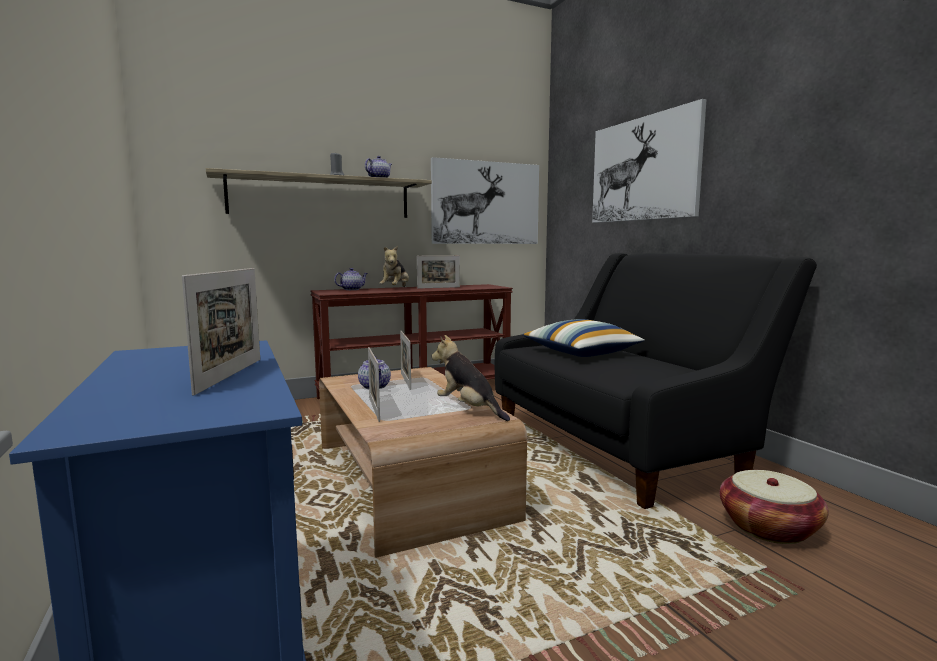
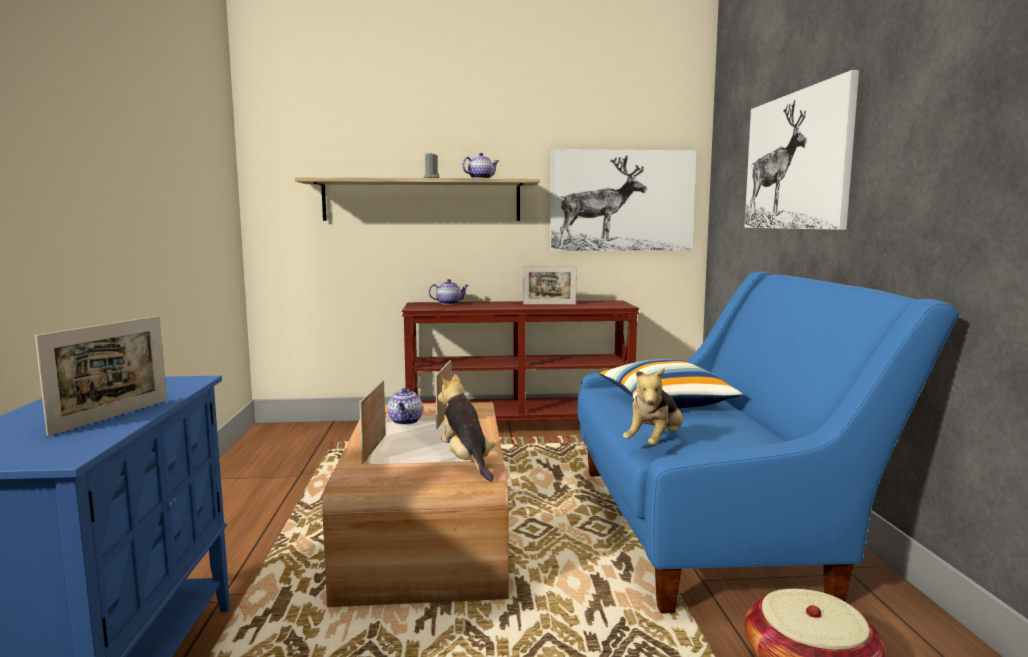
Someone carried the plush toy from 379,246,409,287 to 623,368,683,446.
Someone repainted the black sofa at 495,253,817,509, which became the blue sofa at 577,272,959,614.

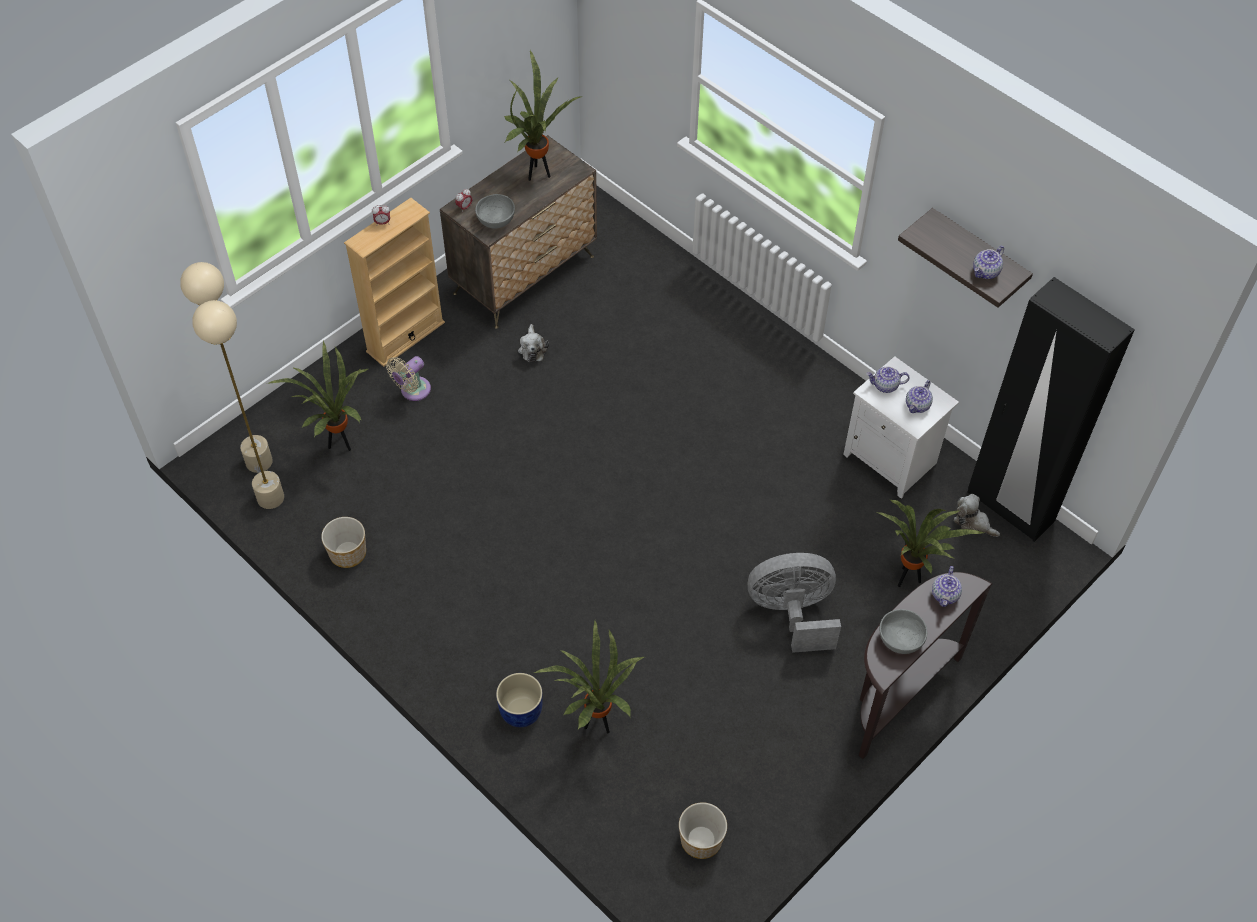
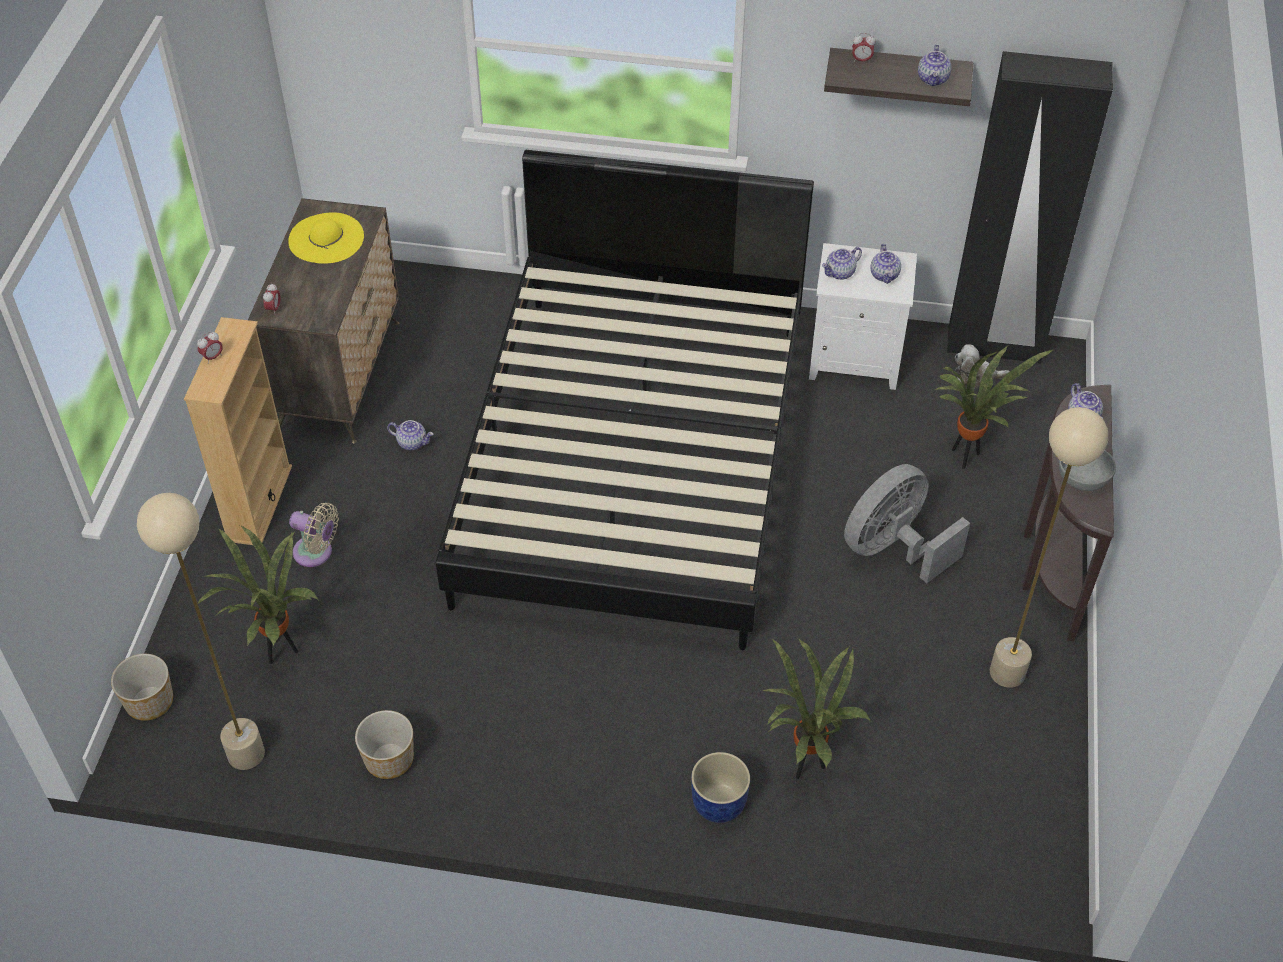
Someone swapped the potted plant at 504,50,581,181 for the yellow hat at 288,212,364,264.
Someone took away the grey bowl at 475,194,515,229.
Someone carried the beige floor lamp from 180,262,273,473 to 990,407,1108,688.
Someone swapped the plush toy at 518,324,549,362 for the teapot at 387,420,433,450.
Someone rotated the beige fan at 386,356,431,401 by 75 degrees counterclockwise.
Someone carried the planter from 679,802,727,859 to 111,654,173,721.
Someone put down the alarm clock at 852,33,875,63.
Someone put down the black bed at 436,150,814,650.

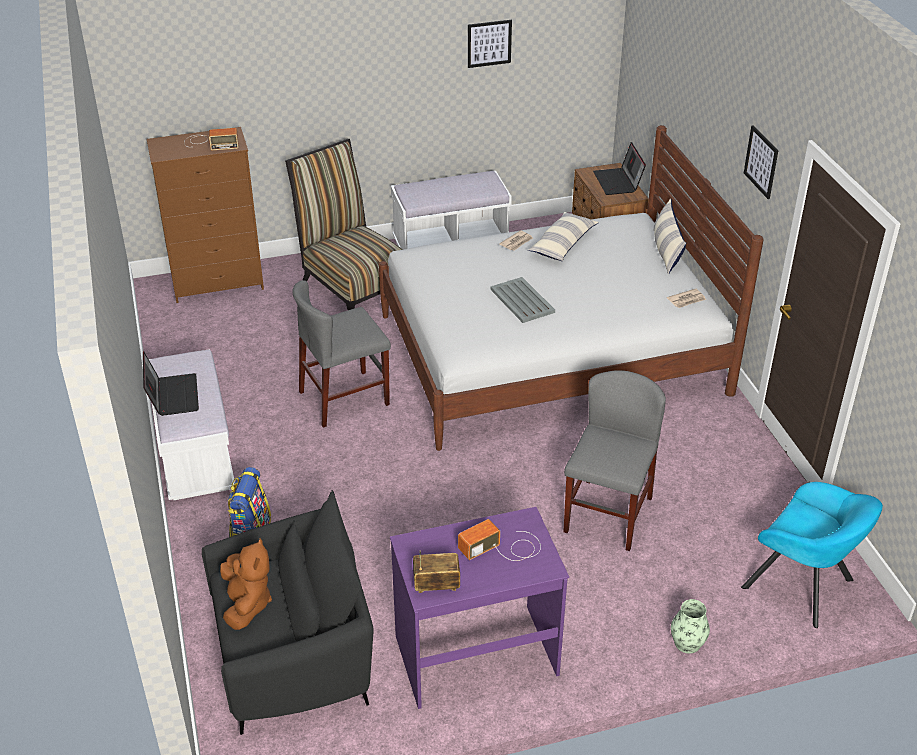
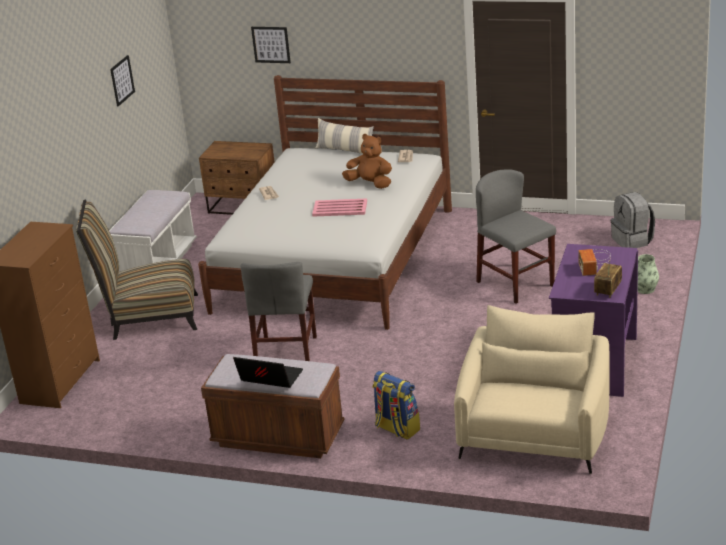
Someone carried the picture from 744,125,778,199 to 251,27,291,63.
Someone took away the radio at 184,128,239,150.
Someone took away the laptop at 593,142,646,195.
Someone took away the pillow at 528,212,599,261.
Someone repainted the grey tray at 490,277,555,323, which became the pink tray at 312,198,367,217.
Someone repainted the white bench at 149,349,235,500, which became the brown bench at 201,354,345,458.
Someone swapped the turquoise armchair at 741,482,883,628 for the grey backpack at 611,192,655,248.
Someone repainted the black armchair at 202,490,373,735, which became the beige armchair at 454,305,610,474.
Someone carried the brown plush toy from 220,538,272,630 to 342,134,392,189.

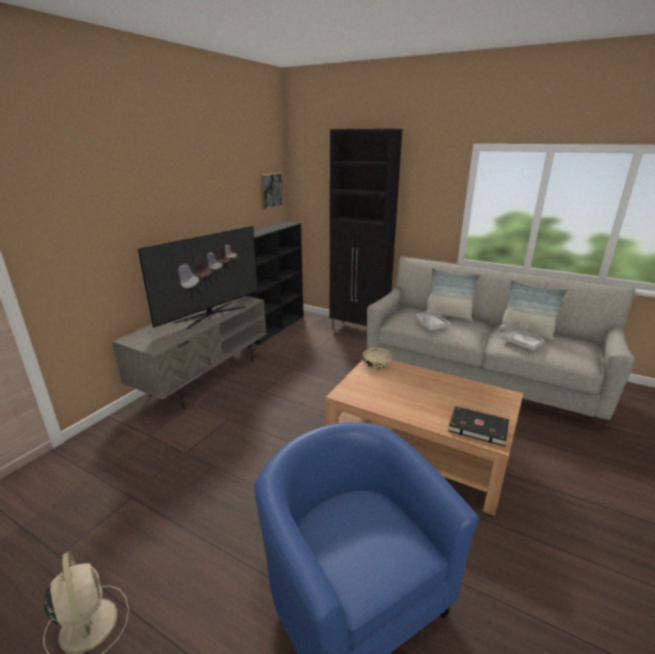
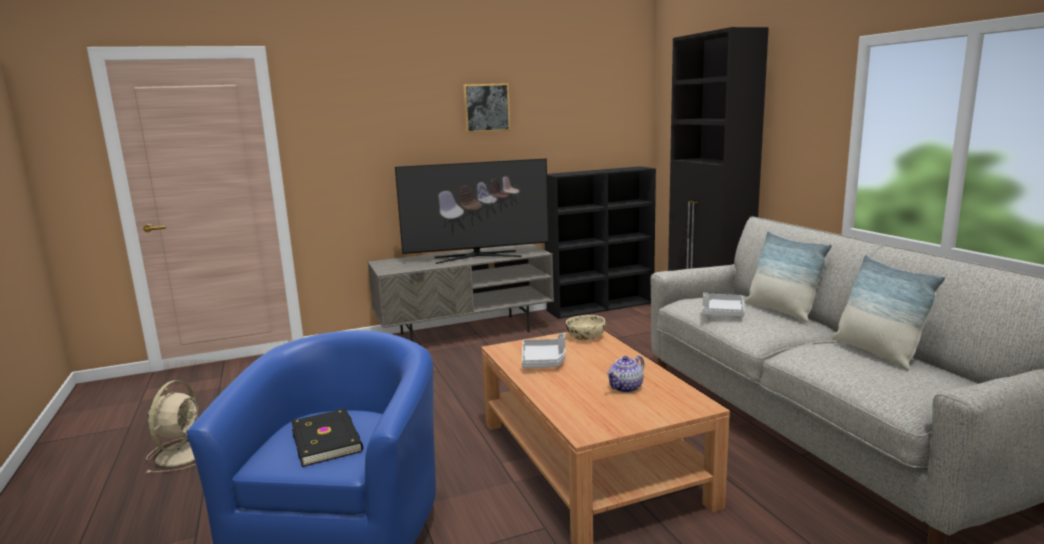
Someone carried the picture from 261,173,283,210 to 463,83,511,133.
Someone carried the grey tray from 500,323,544,350 to 522,333,566,368.
Someone carried the black book from 448,406,509,447 to 291,409,363,467.
Someone put down the teapot at 607,356,644,393.

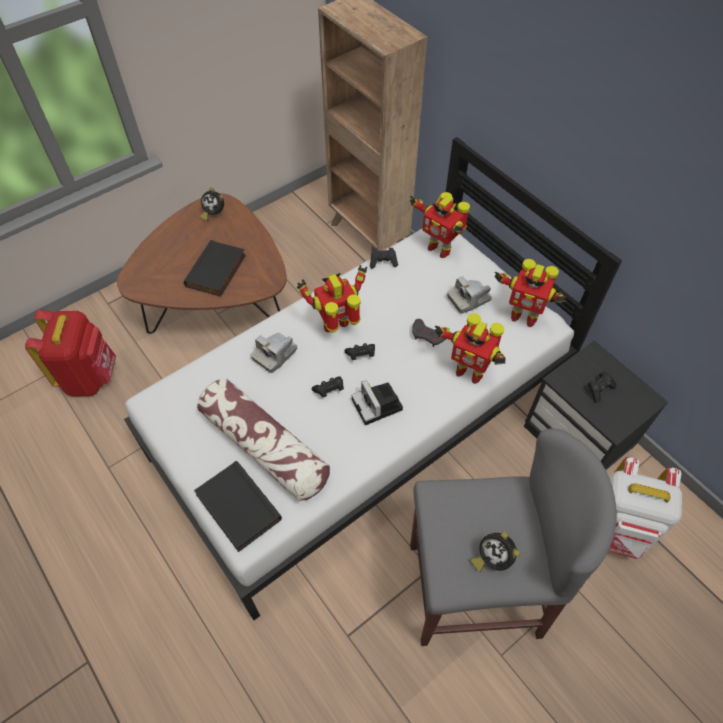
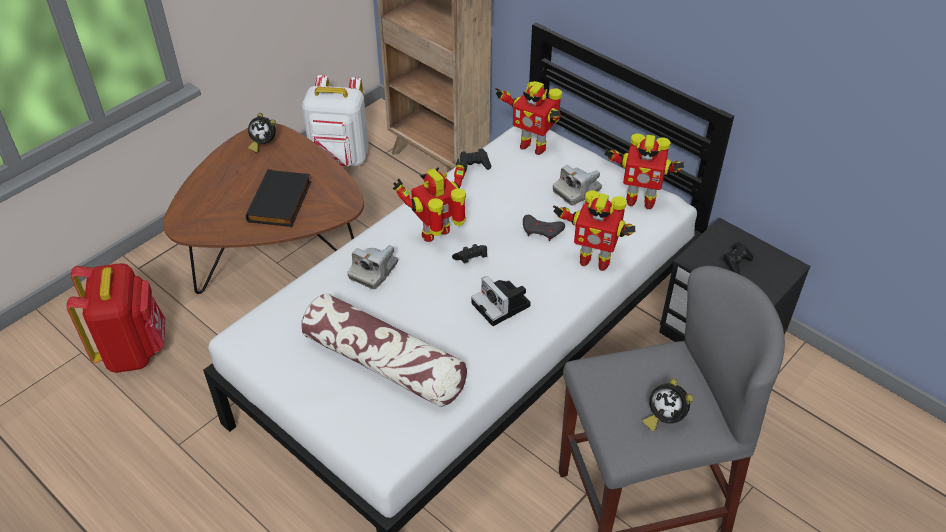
Someone took away the black game controller at 311,377,344,398.
Someone carried the white backpack from 608,457,682,559 to 302,75,369,167.
Someone took away the black book at 194,461,282,552.

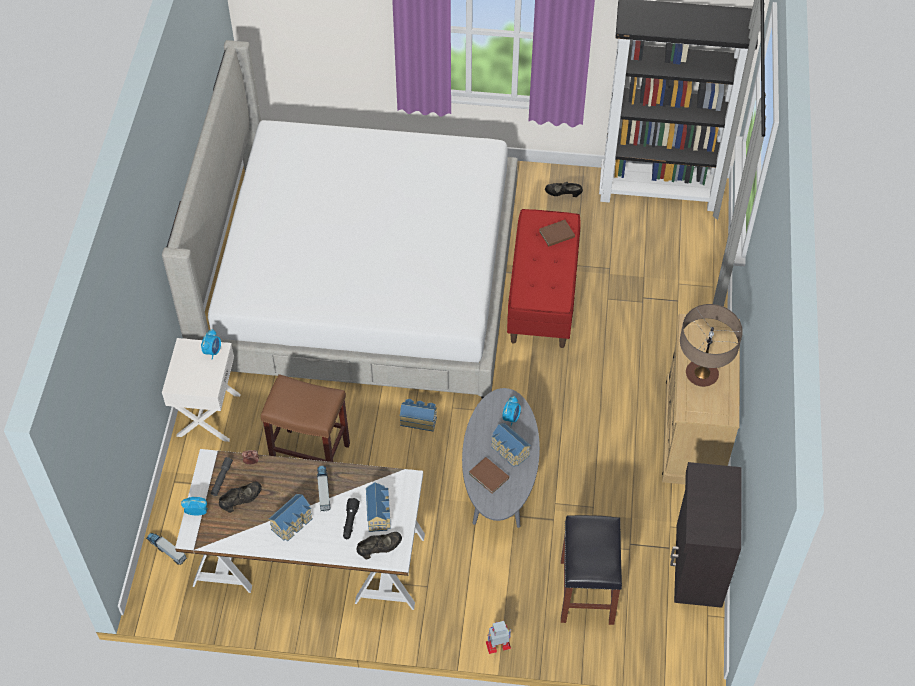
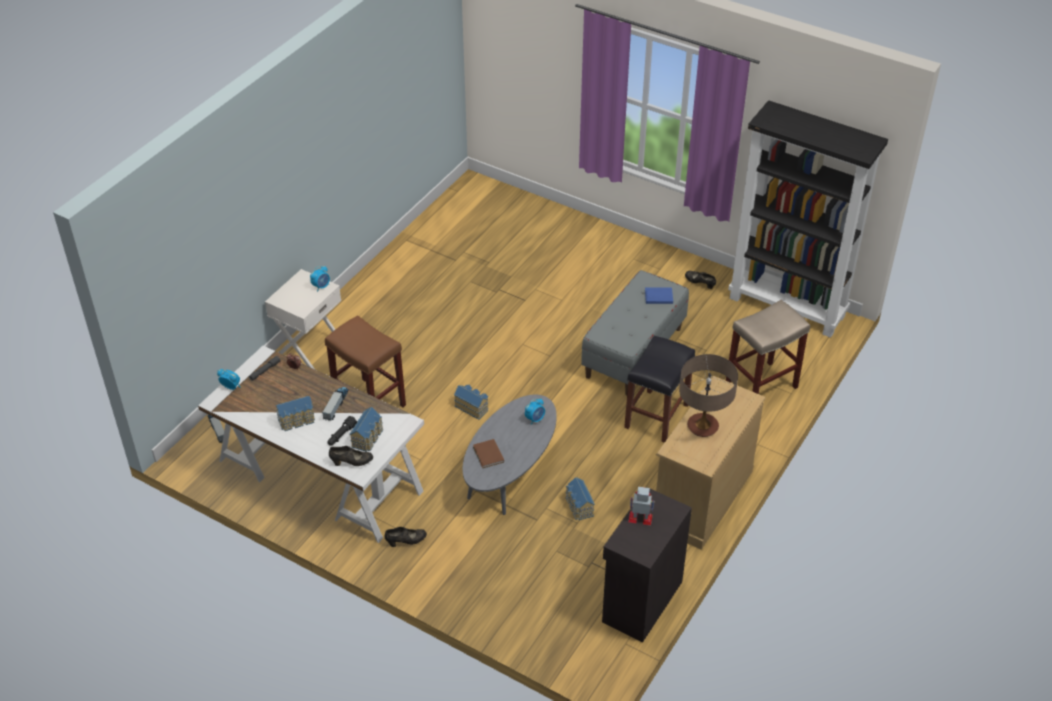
Someone took away the bed at 162,40,518,399.
Someone repainted the red bench at 507,209,581,348, which became the grey bench at 581,270,689,395.
Someone repainted the brown book at 539,220,575,246, which became the blue book at 645,287,673,304.
Someone carried the toy house from 491,423,531,467 to 566,477,595,520.
Someone carried the black shoe from 219,481,262,513 to 384,527,427,547.
Someone carried the black stool from 561,515,622,625 to 624,336,695,443.
Someone carried the toy robot from 486,621,511,654 to 628,486,655,525.
Someone put down the beige stool at 726,300,810,394.

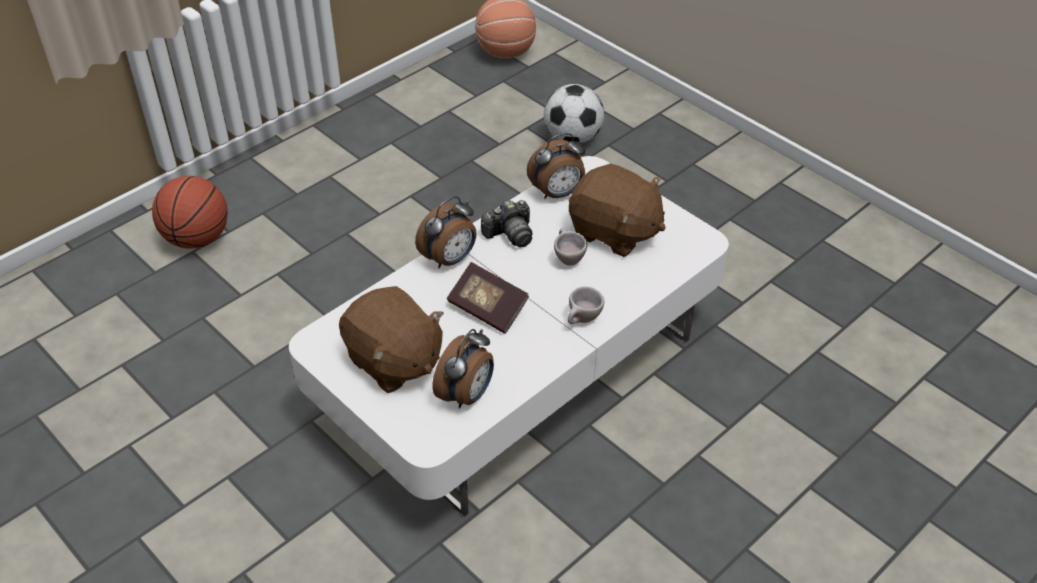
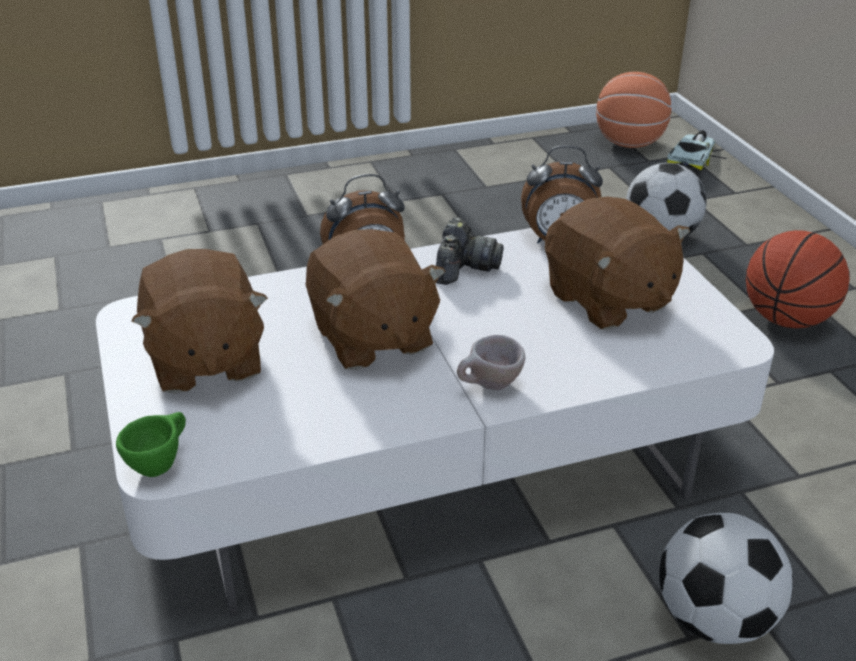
Someone carried the basketball from 152,176,228,249 to 746,230,850,328.
Someone rotated the photo camera at 481,200,533,248 by 75 degrees counterclockwise.
Someone took away the beige cup at 554,228,588,266.
Someone swapped the book at 447,262,529,334 for the brown plush toy at 305,229,445,370.
Someone took away the alarm clock at 432,329,494,409.
Someone put down the toy car at 667,130,726,170.
Someone put down the green cup at 116,412,186,477.
Someone put down the football at 659,513,793,644.

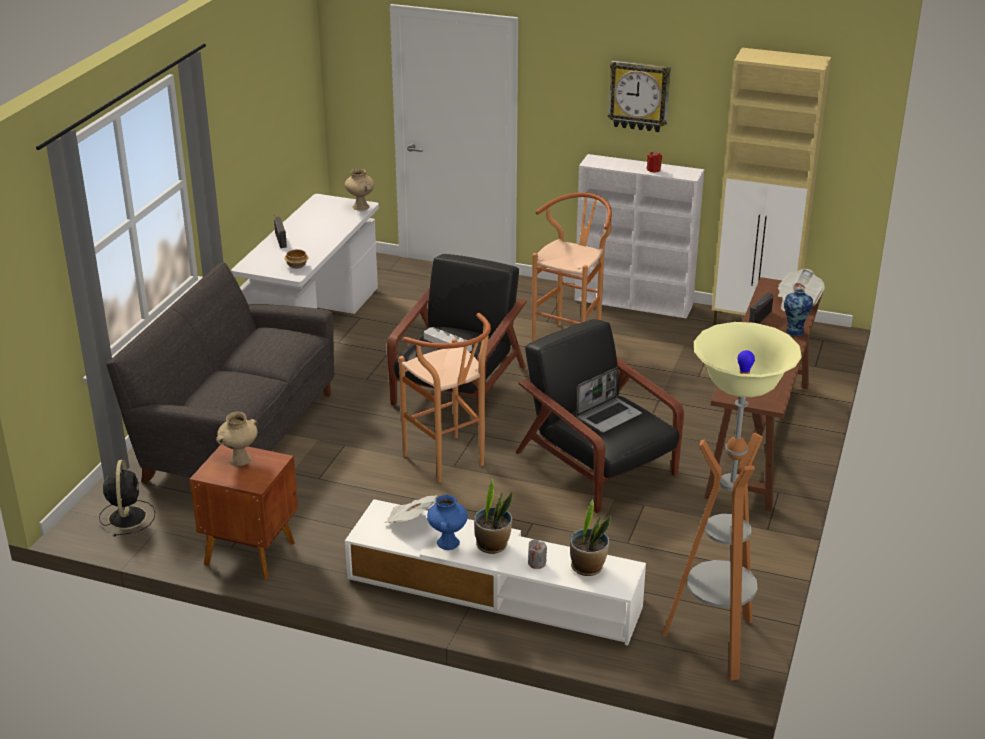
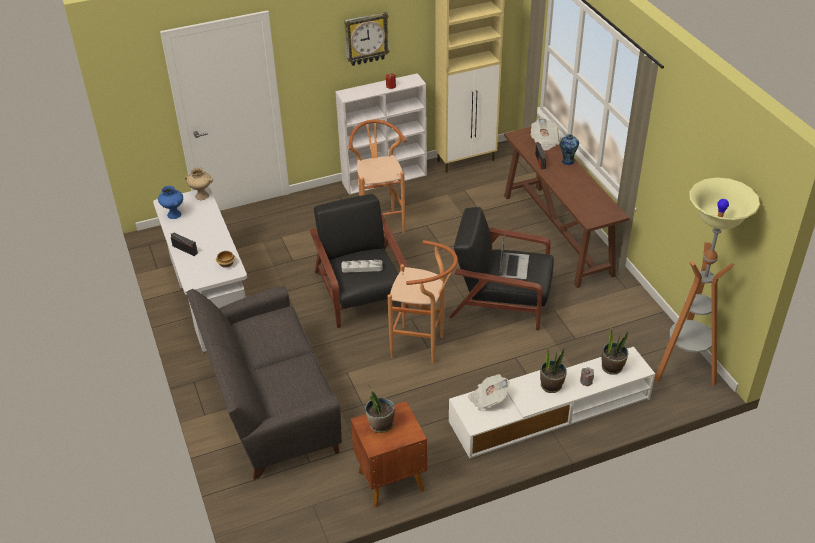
Someone swapped the beige vase at 216,412,258,466 for the potted plant at 365,384,395,433.
Someone took away the black fan at 99,460,155,536.
Someone carried the blue vase from 427,495,468,550 to 158,186,183,219.

